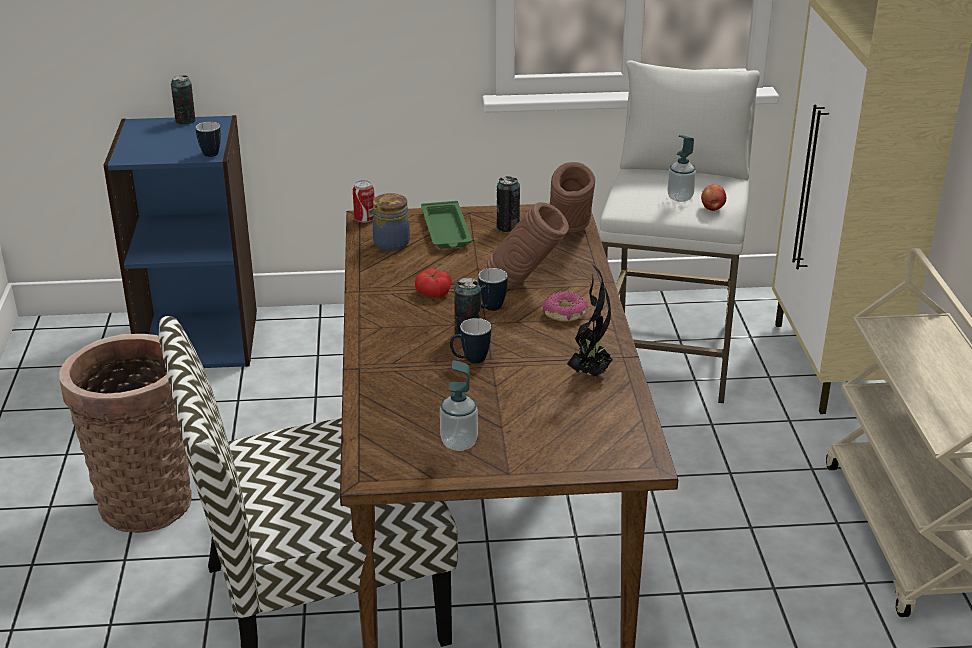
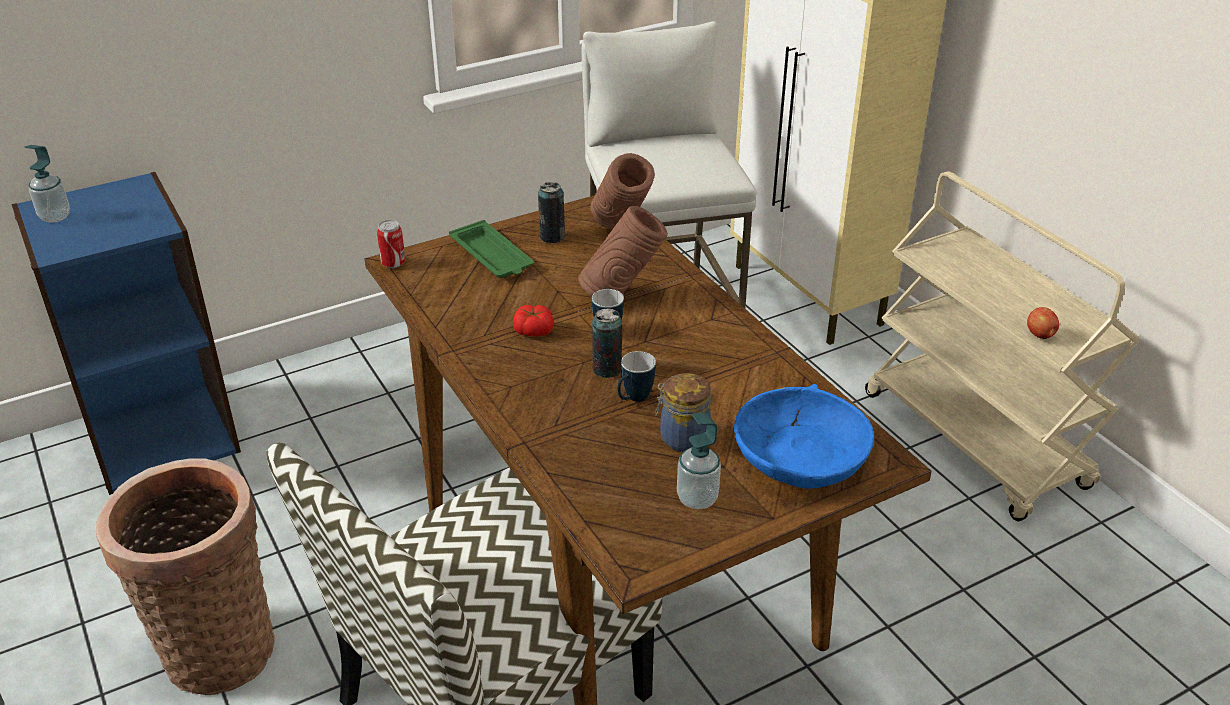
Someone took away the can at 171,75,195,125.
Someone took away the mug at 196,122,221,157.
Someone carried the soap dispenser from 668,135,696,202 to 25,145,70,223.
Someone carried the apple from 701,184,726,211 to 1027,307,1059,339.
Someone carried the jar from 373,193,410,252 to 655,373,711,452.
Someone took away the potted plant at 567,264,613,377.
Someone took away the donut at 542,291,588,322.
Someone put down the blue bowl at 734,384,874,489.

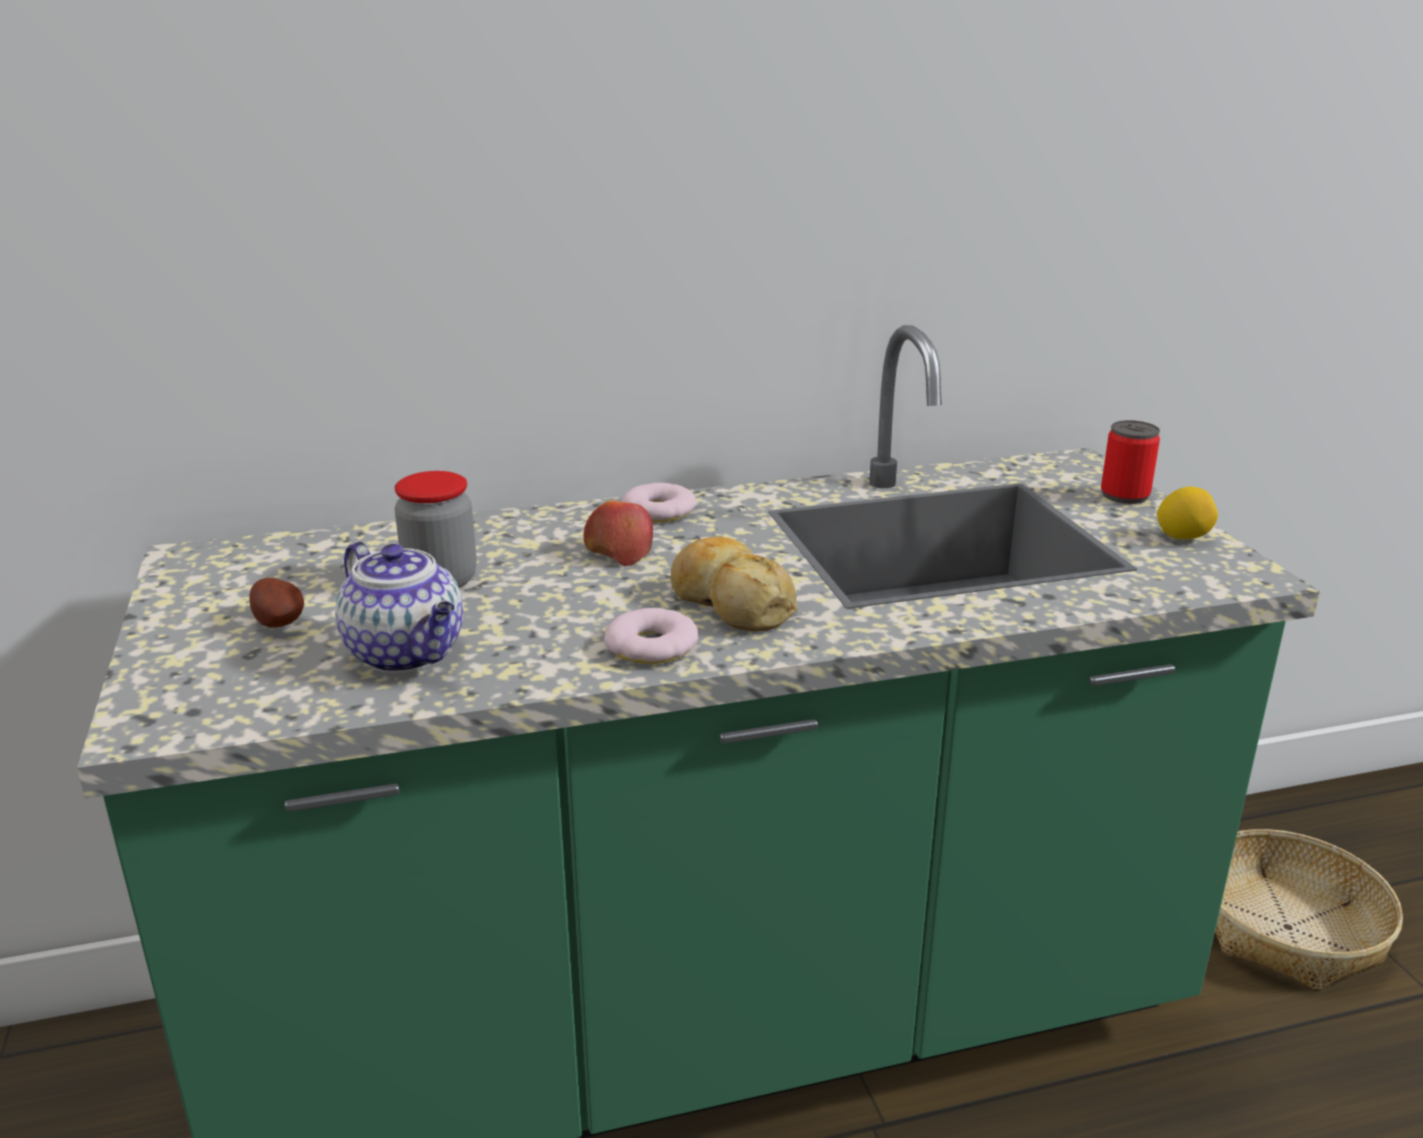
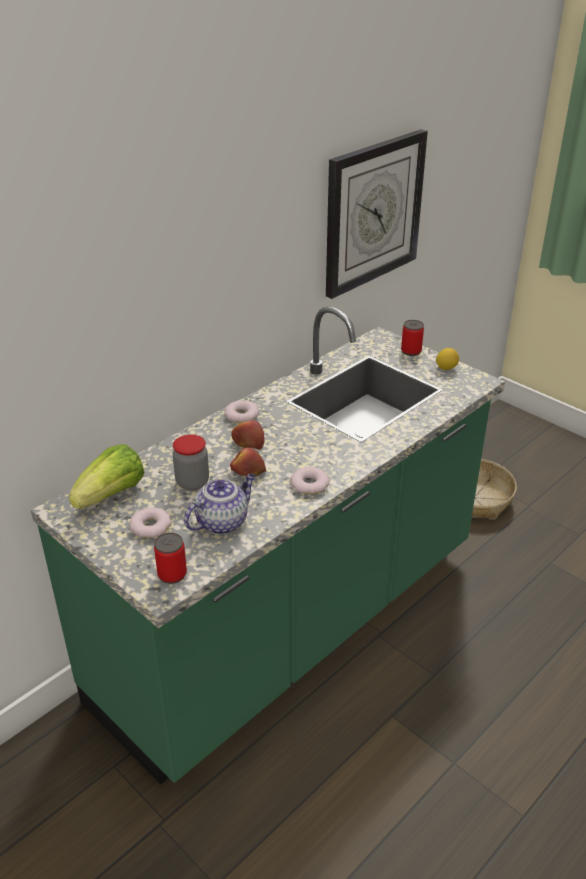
Someone took away the bread at 671,537,798,632.
Someone rotated the teapot at 335,541,463,673 by 60 degrees counterclockwise.
Someone swapped the potato at 250,577,304,628 for the donut at 129,508,172,538.
Someone put up the wall clock at 326,129,428,299.
Someone put down the lettuce at 69,444,144,509.
Someone put down the apple at 230,447,266,477.
Someone put down the can at 154,533,187,584.

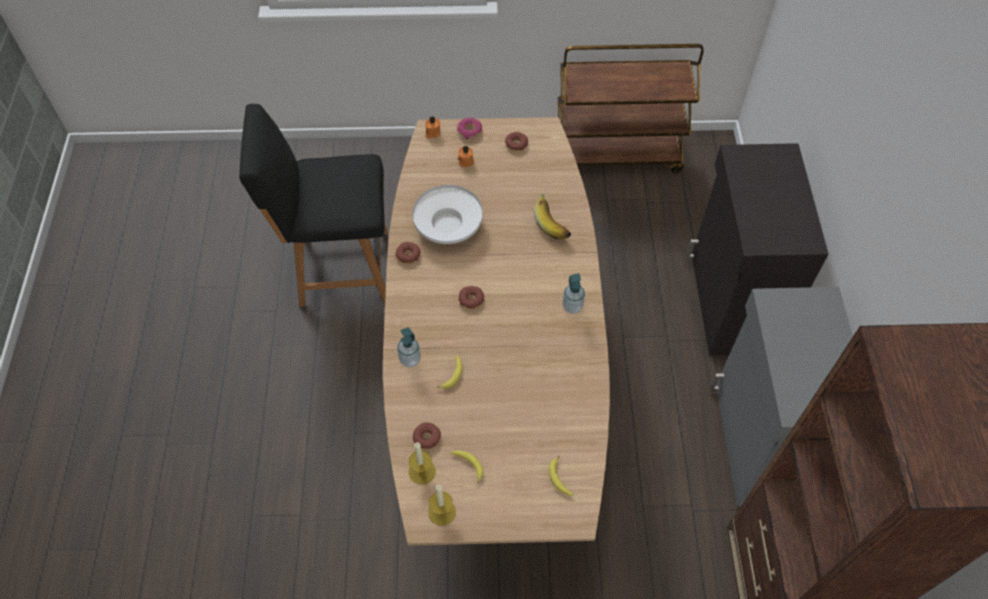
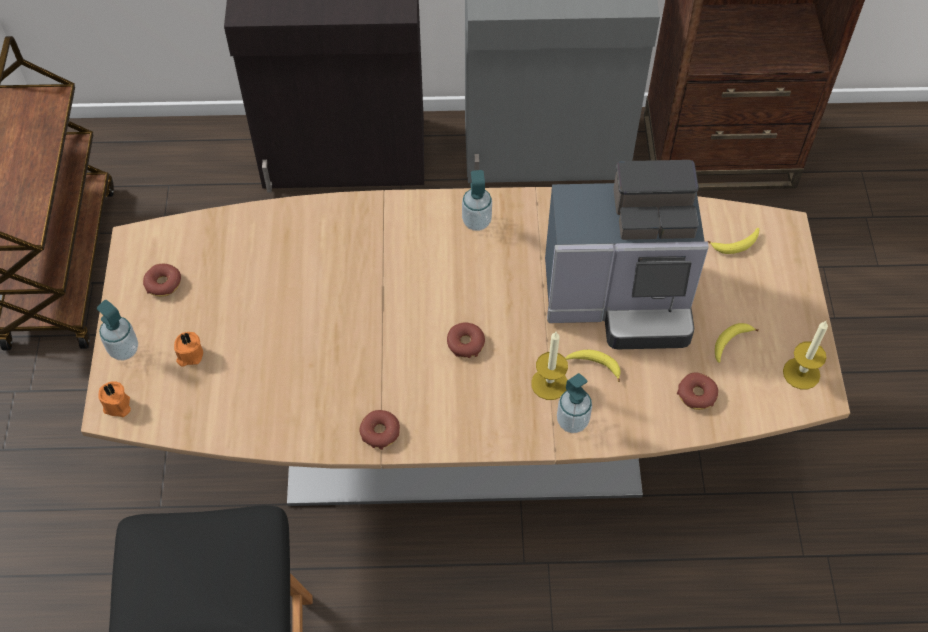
Someone swapped the donut at 457,118,482,139 for the soap dispenser at 97,300,138,360.
Someone took away the white bowl at 412,185,483,244.
Someone took away the banana at 534,193,571,240.
Someone carried the candle from 409,442,435,484 to 531,332,568,400.
Someone put down the coffee machine at 545,160,709,349.

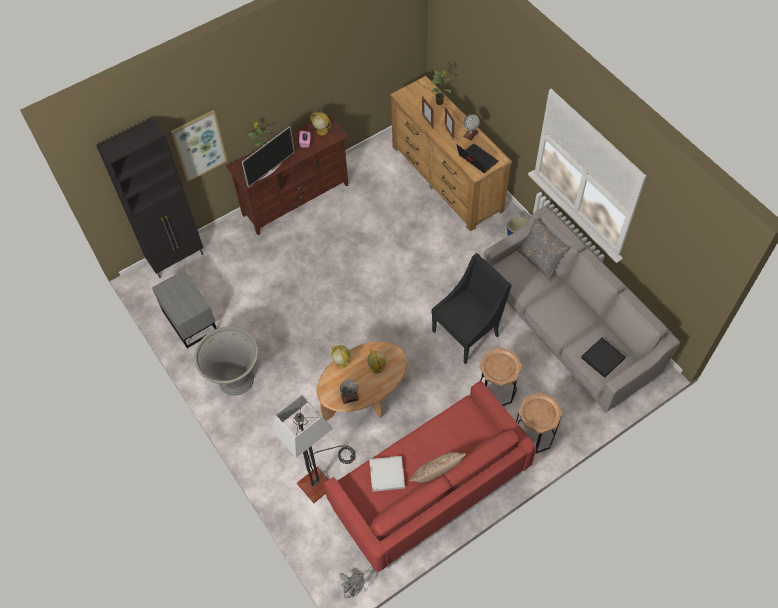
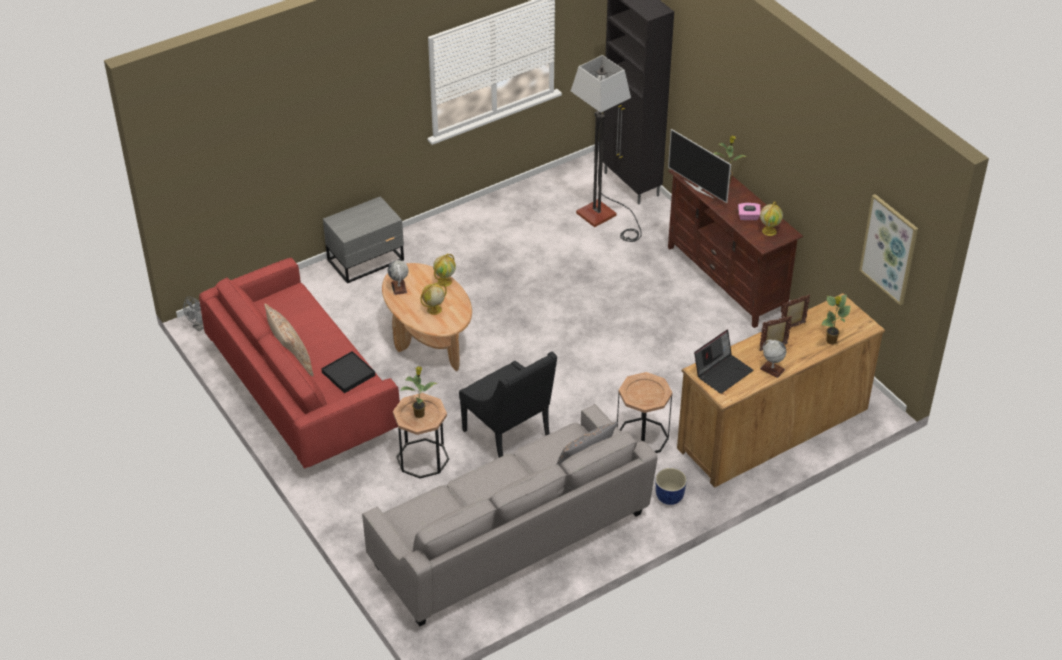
Someone carried the picture from 171,110,227,182 to 859,194,918,306.
Someone carried the grey nightstand from 152,270,217,348 to 323,196,404,283.
Someone took away the grey planter at 194,326,258,396.
Someone carried the black tray from 581,338,625,378 to 321,351,375,393.
Someone carried the brown side table from 516,392,562,454 to 617,372,672,453.
Someone carried the floor lamp from 271,395,356,503 to 571,55,642,242.
Someone took away the white tray at 369,456,405,492.
Someone put down the potted plant at 400,366,437,418.

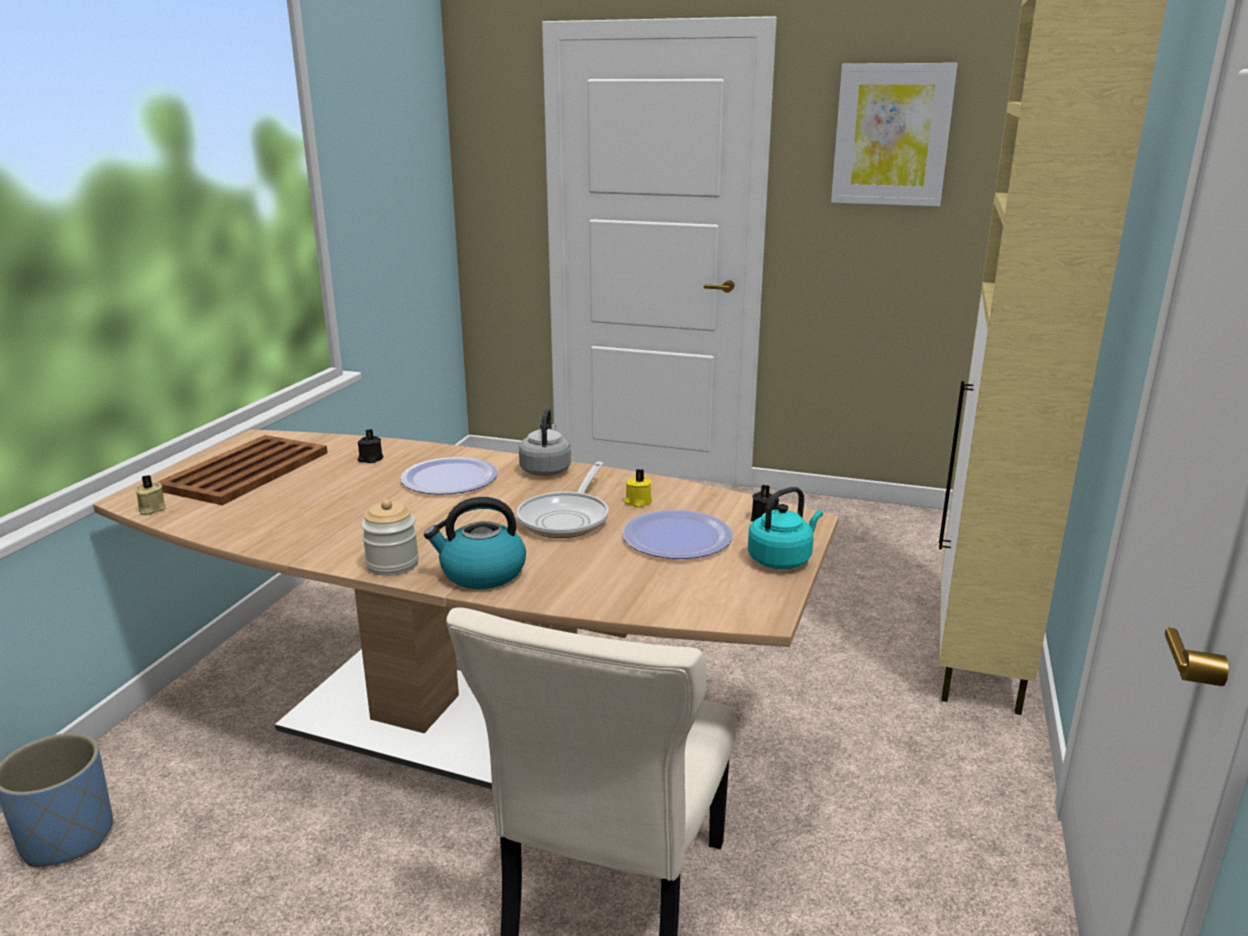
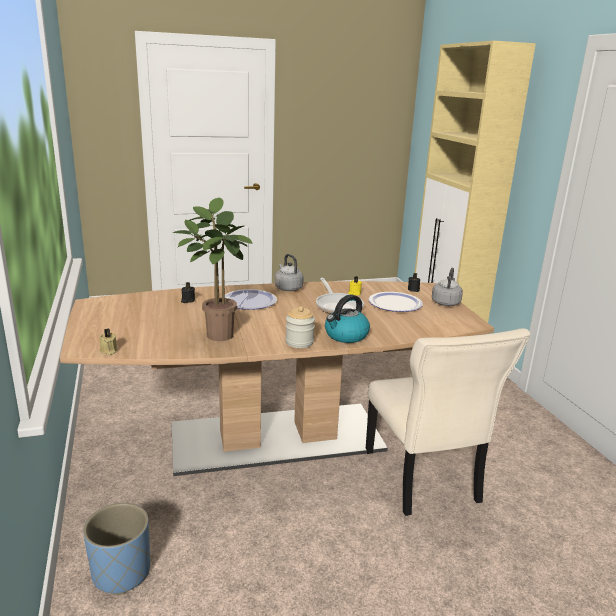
Someone took away the picture at 831,63,958,206.
Someone took away the brown tray at 158,435,328,505.
Someone repainted the turquoise kettle at 748,487,823,569, which became the grey kettle at 432,268,463,306.
Someone put down the potted plant at 173,197,253,341.

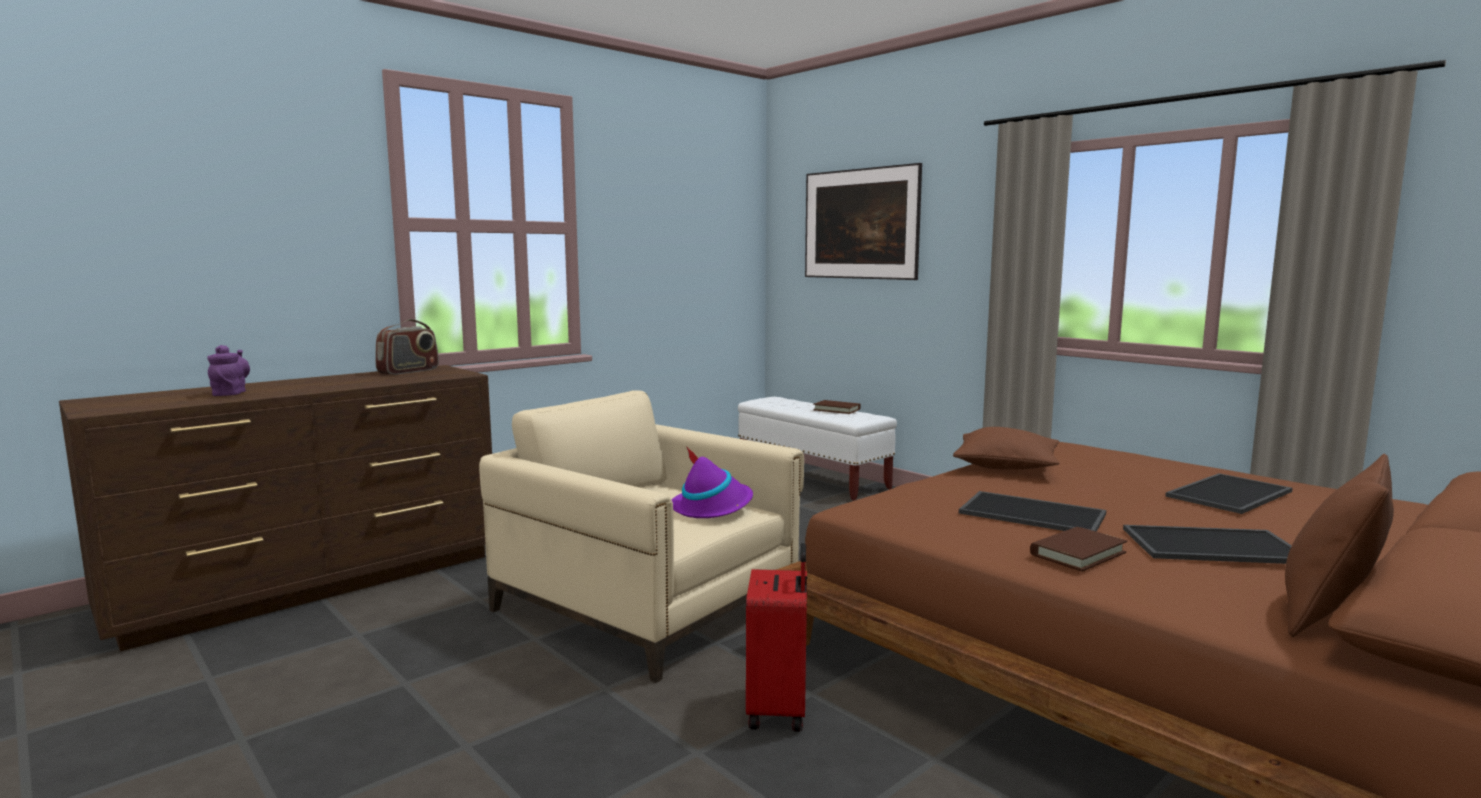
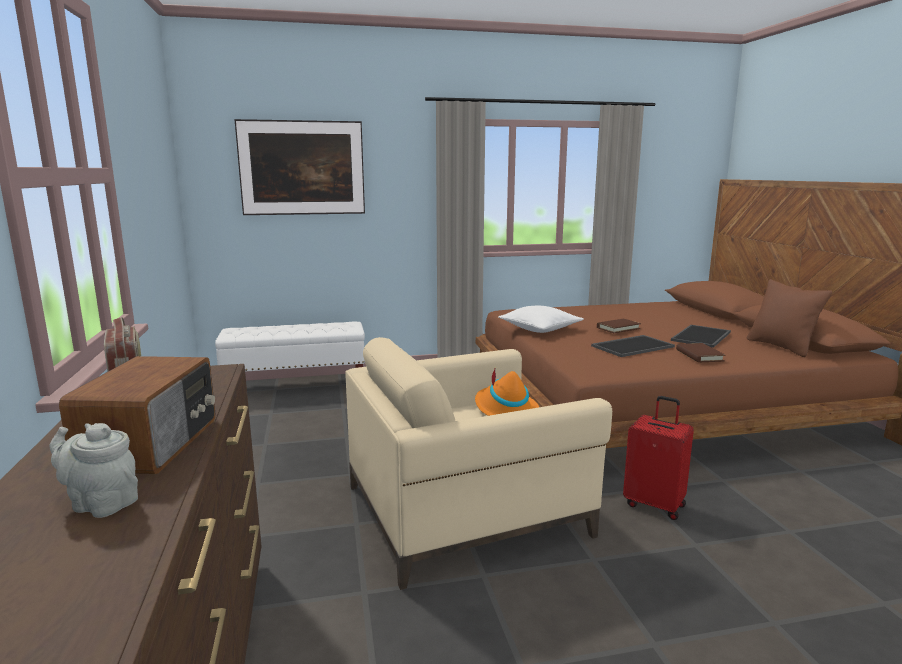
Someone repainted the purple teapot at 207,345,250,396, which became the grey teapot at 49,423,138,518.
Someone carried the brown book from 813,400,861,414 to 597,319,641,333.
Someone repainted the brown pillow at 953,427,1060,470, which became the white pillow at 498,306,584,333.
Someone repainted the purple hat at 672,446,753,518, which became the orange hat at 475,369,539,416.
Someone took away the tray at 1165,473,1293,514.
Someone put down the radio at 59,356,215,474.

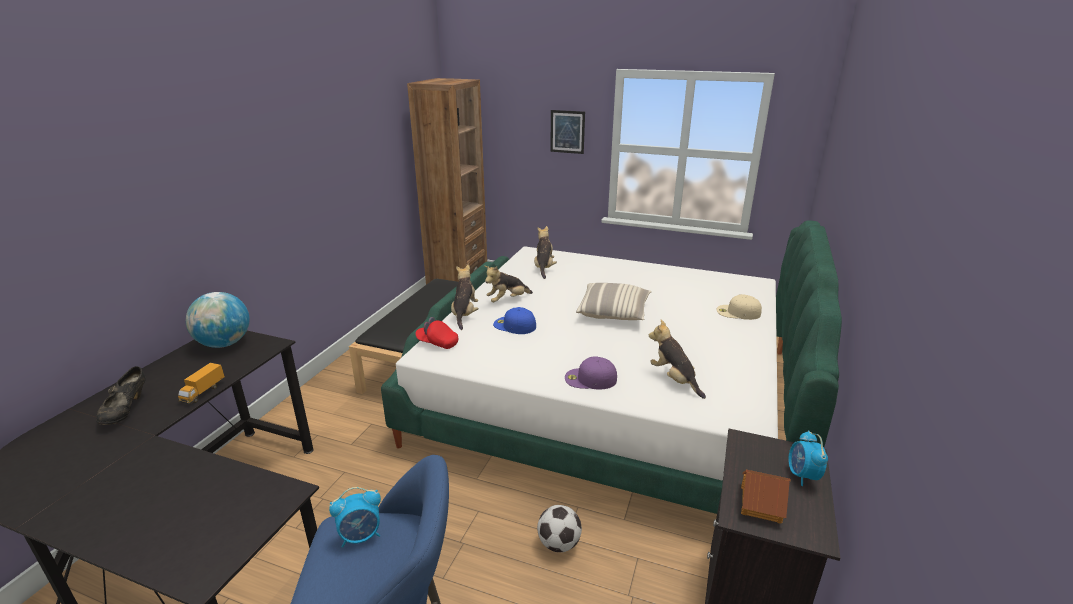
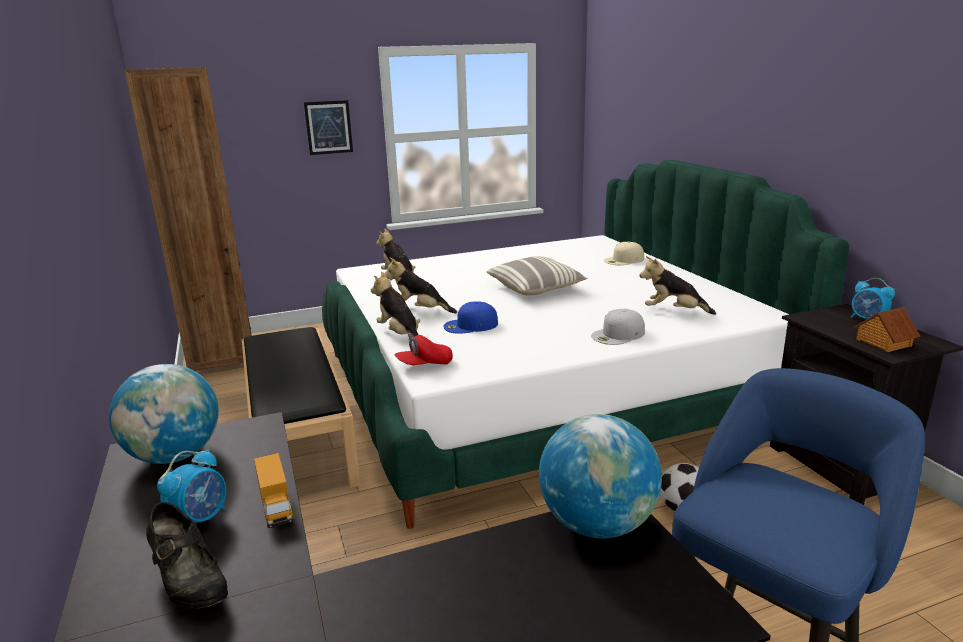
Someone rotated the plush toy at 485,266,533,302 by 90 degrees clockwise.
Someone repainted the purple cap at 565,357,617,389, which became the white cap at 591,309,645,345.
Someone carried the alarm clock from 329,487,381,548 to 157,449,226,523.
Someone put down the globe at 539,414,662,539.

